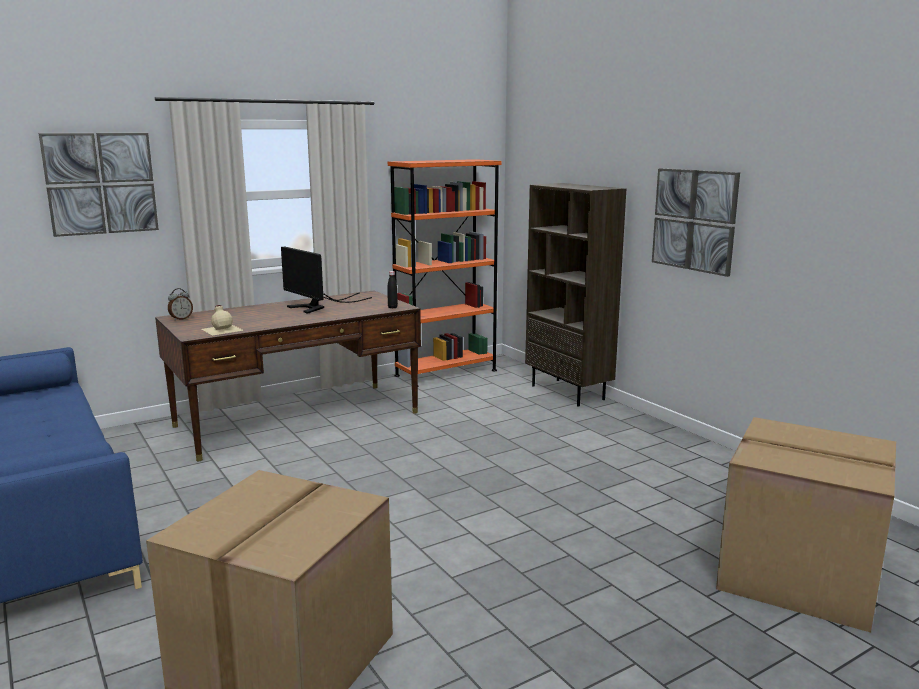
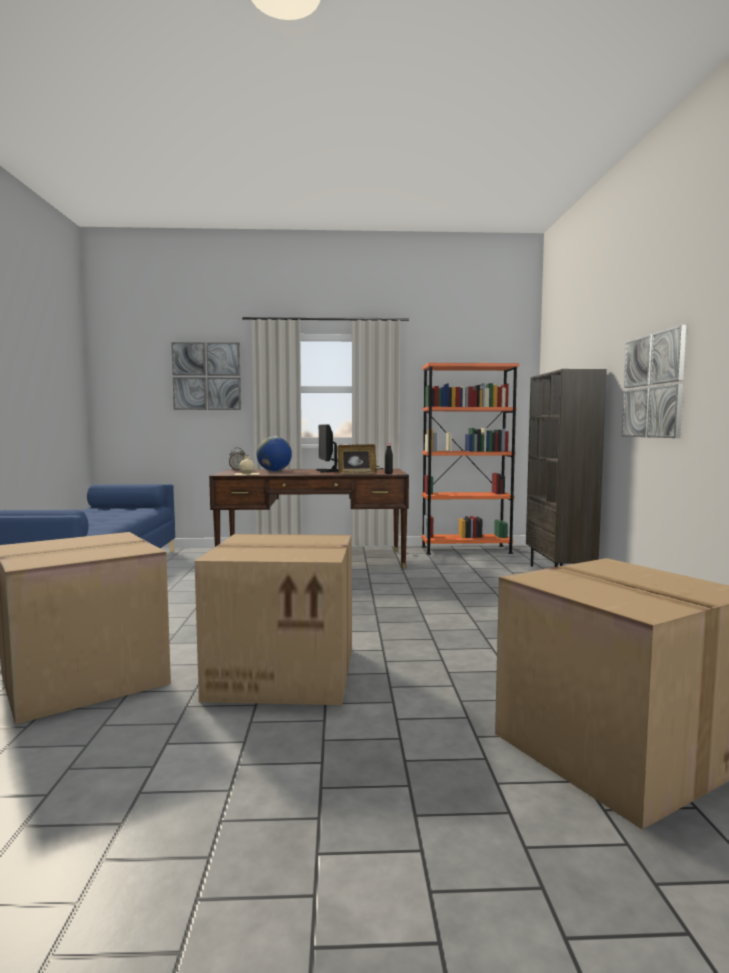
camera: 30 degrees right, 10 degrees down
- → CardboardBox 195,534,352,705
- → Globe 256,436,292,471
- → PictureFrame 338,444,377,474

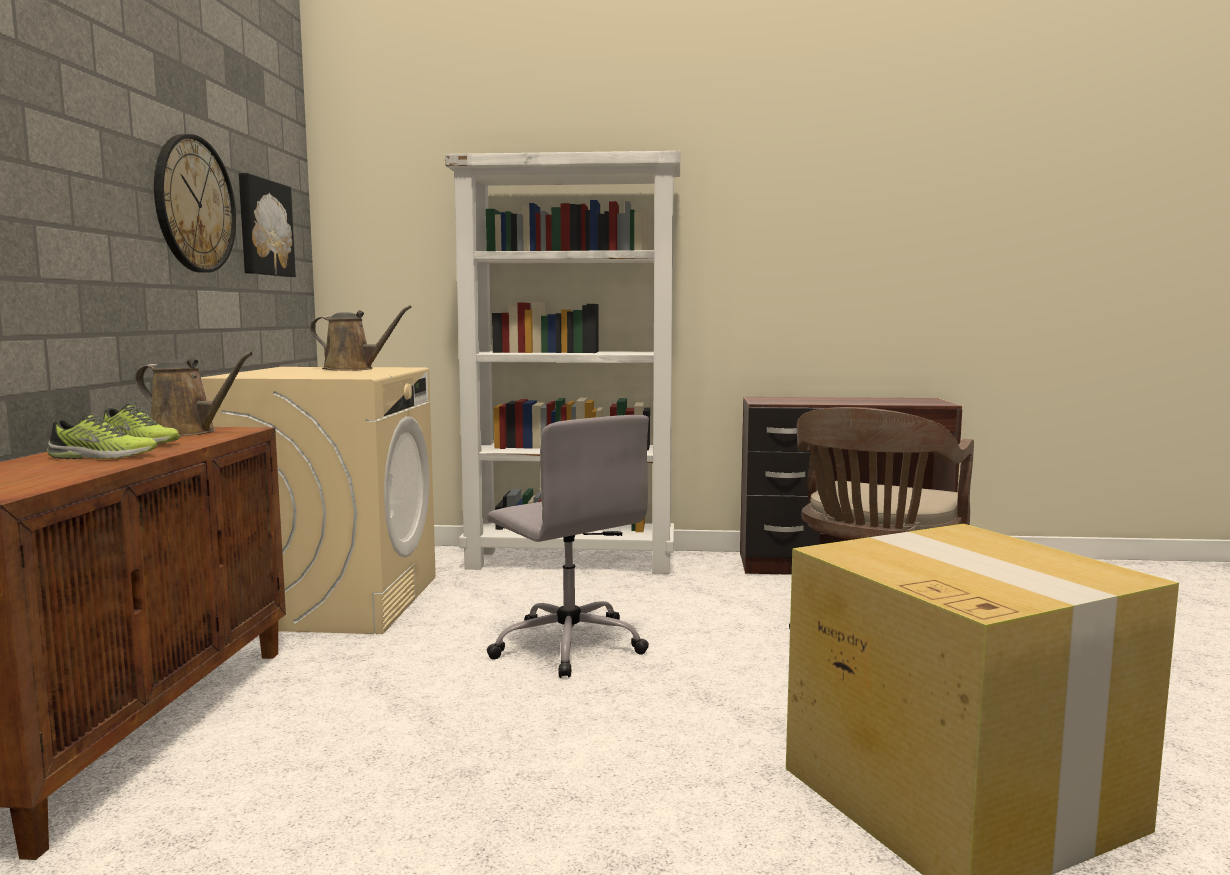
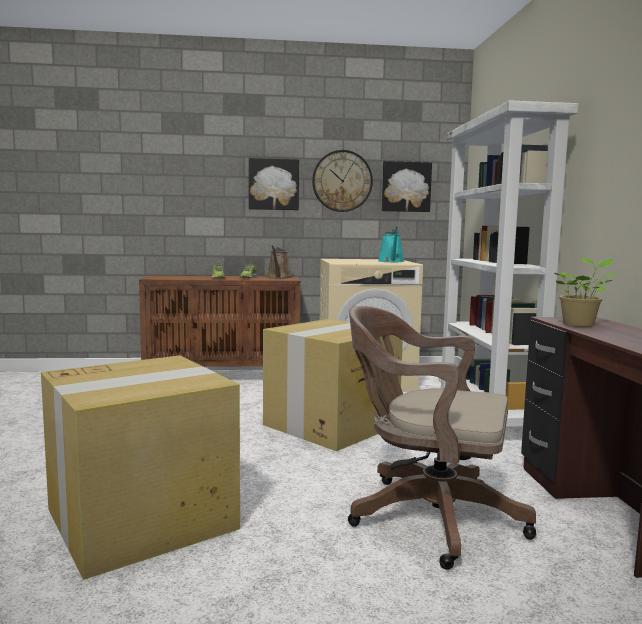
camera: 80 degrees right, 0 degrees up
- → Picture 249,158,299,210
- → PottedPlant 554,257,618,327
GreyOfficeChair 487,415,649,678 → CardboardBox 263,319,403,451
BrownWateringCan 310,305,412,371 → TurquoiseWateringCan 378,227,404,262

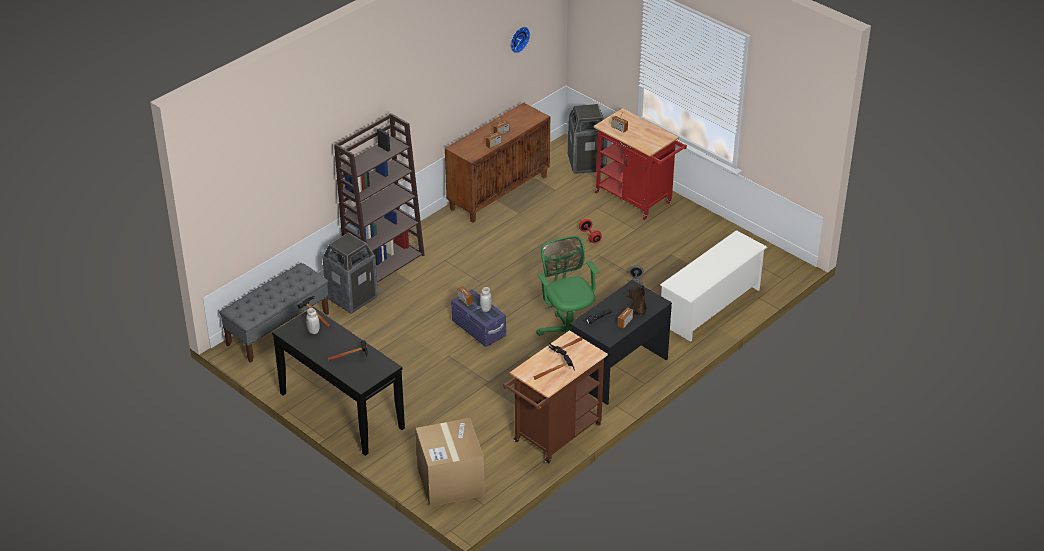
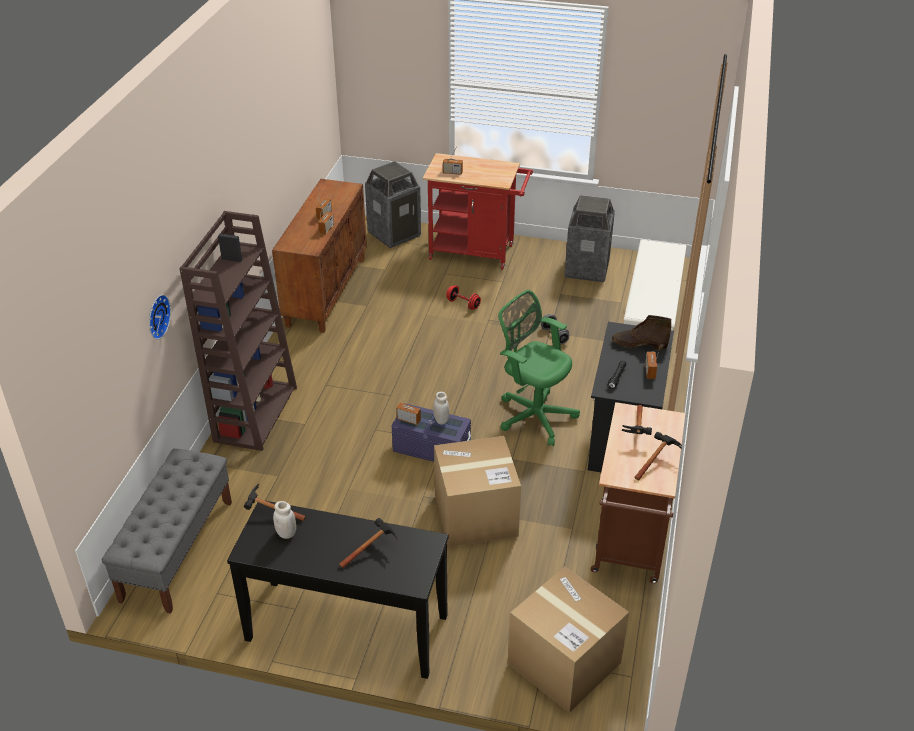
camera: 30 degrees left, 0 degrees up
- → CardboardBox 434,436,521,547
TrashCan 322,232,378,314 → TrashCan 564,195,615,282, relocated
WallClock 510,27,530,53 → WallClock 149,295,171,340, relocated
BrownBoot 629,285,646,316 → BrownBoot 612,315,672,350, 45 degrees counterclockwise

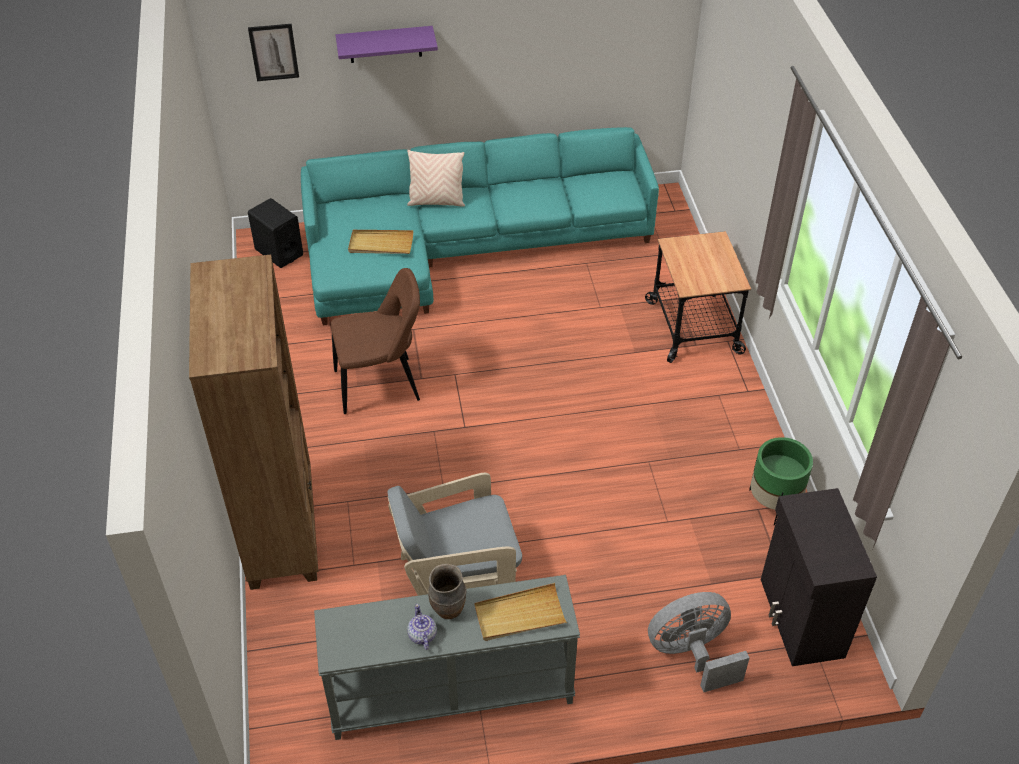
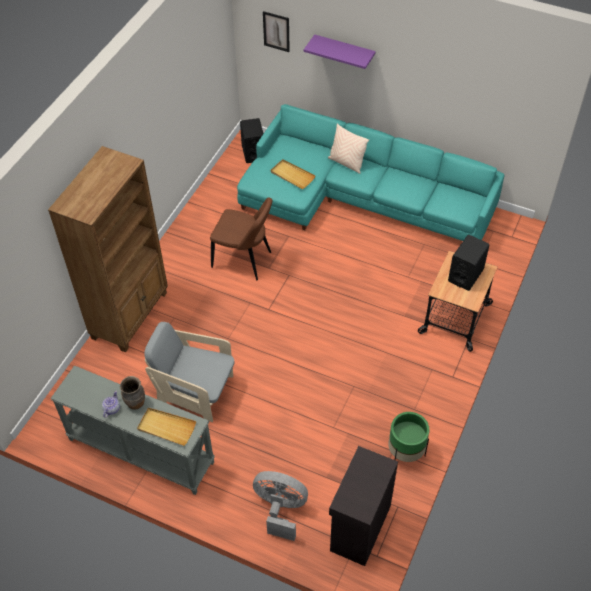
camera: 35 degrees right, 5 degrees up
- → BlackSpeaker 448,235,489,291

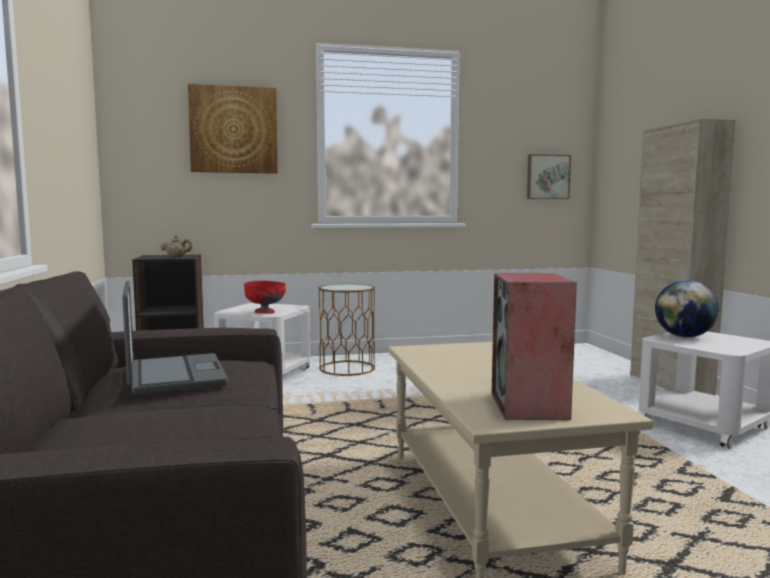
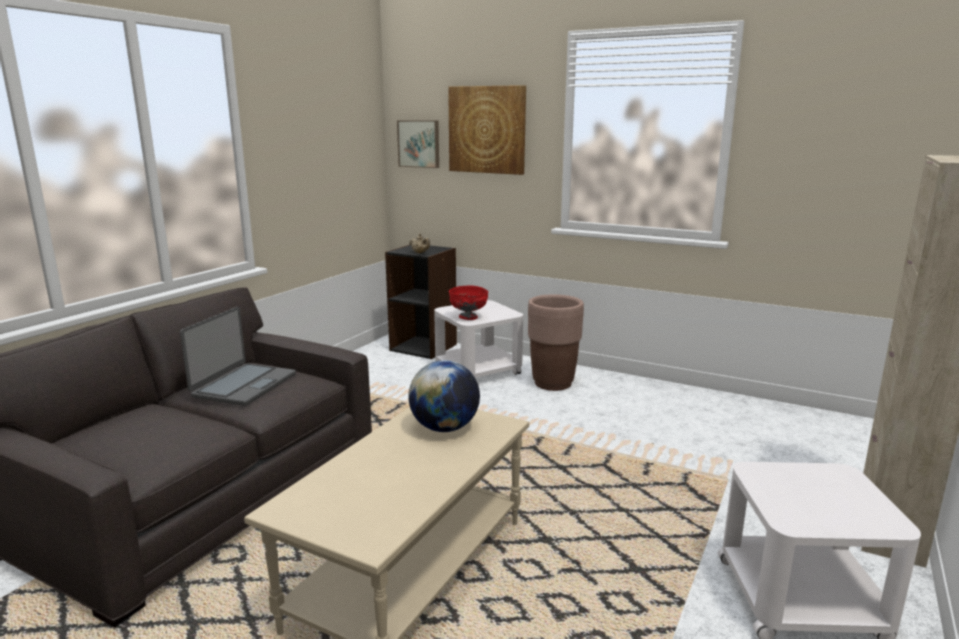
camera: 40 degrees right, 10 degrees up
Speaker 492,273,577,420 → -
Picture 527,154,571,199 → Picture 397,120,439,168, relocated
Globe 655,280,719,337 → Globe 408,360,480,432, relocated
BrownSideTable 318,284,375,376 → BrownPlanter 528,294,584,391

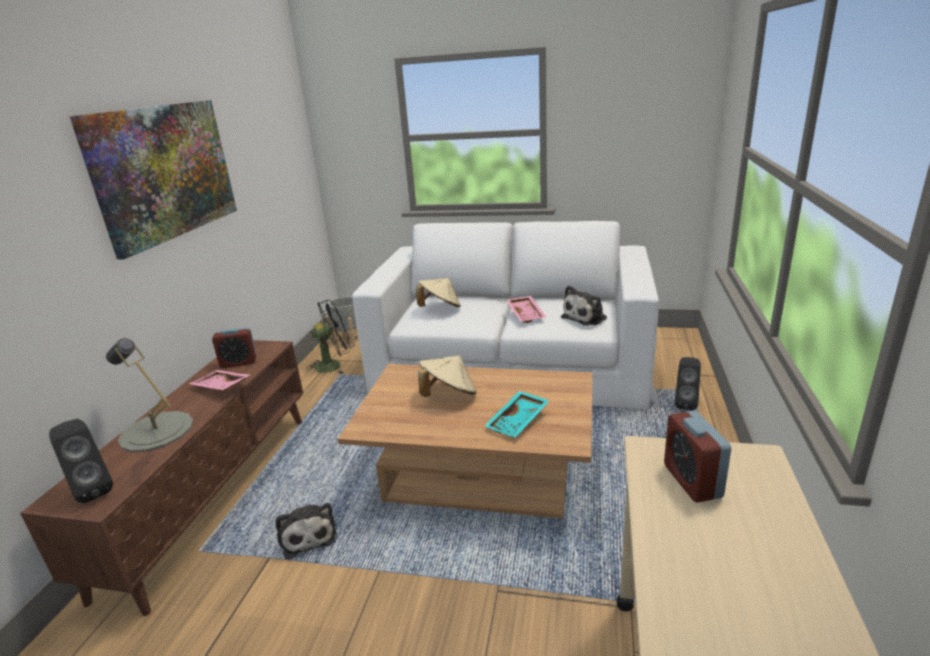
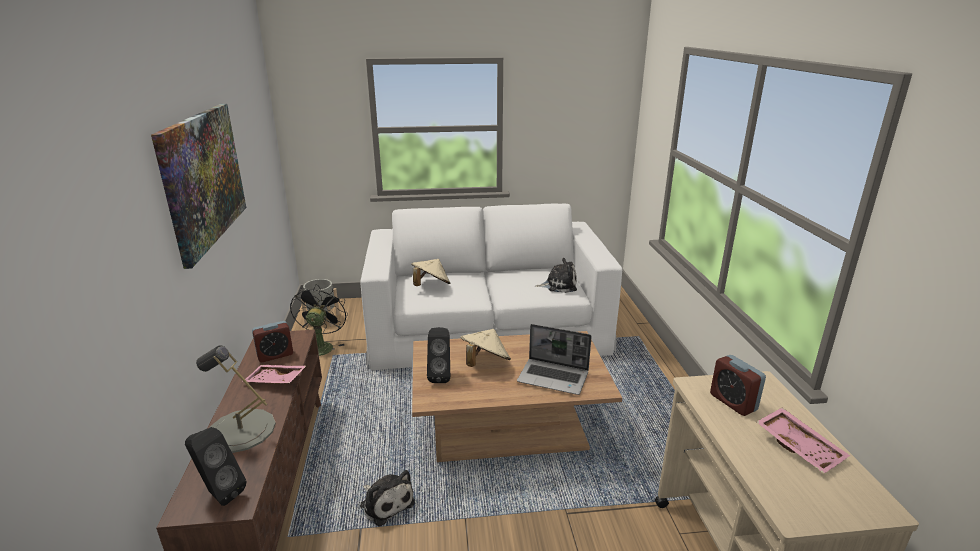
camera: 20 degrees left, 0 degrees up
PinkTray 507,296,546,323 → PinkTray 757,408,850,474, relocated
BlackSpeaker 675,357,701,410 → BlackSpeaker 427,327,450,383, relocated
TurquoiseTray 485,391,550,437 → Laptop 517,324,592,395
BlackFan 306,300,351,374 → BlackFan 290,284,348,356, 45 degrees counterclockwise
PlushToy 561,285,607,326 → PlushToy 535,258,577,293, 120 degrees counterclockwise

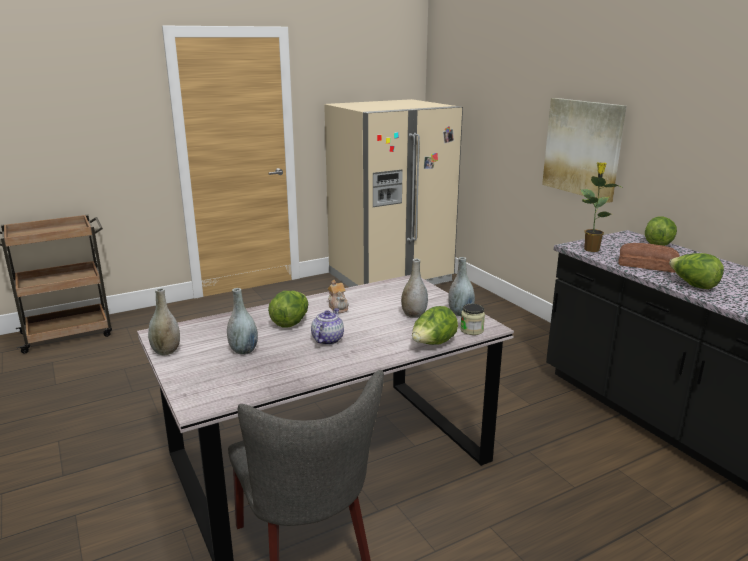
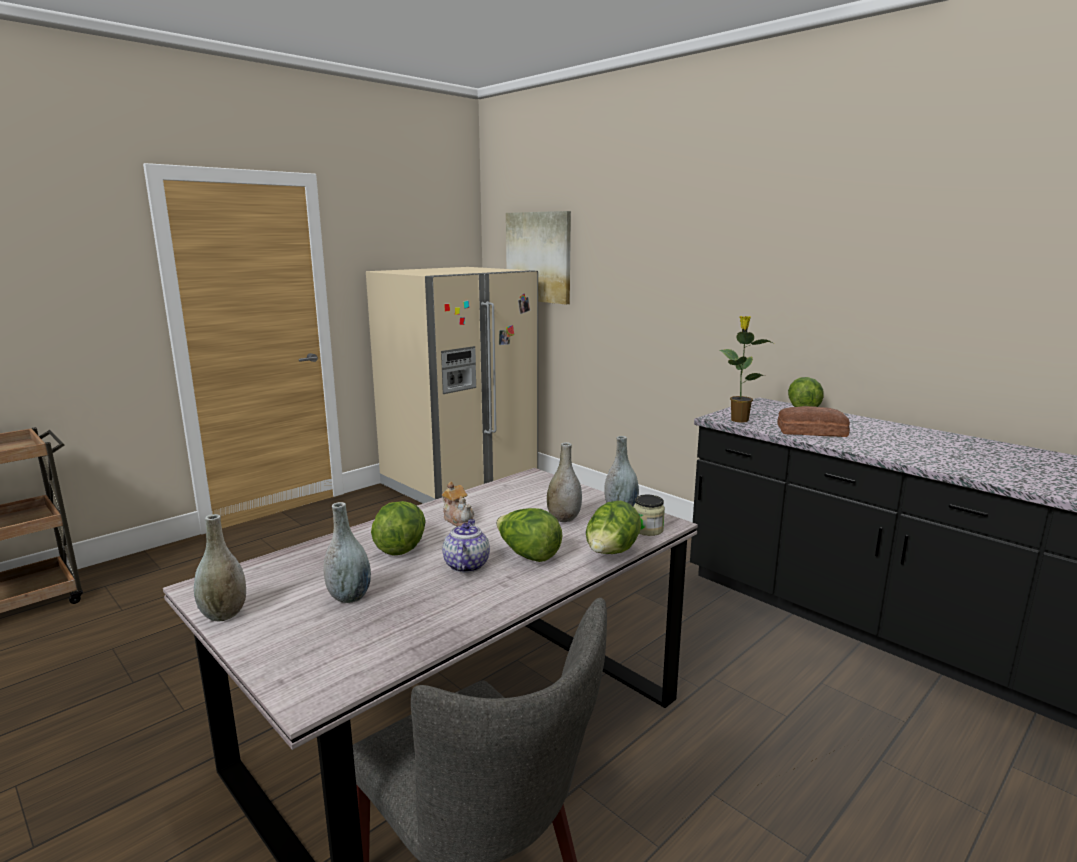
camera: 15 degrees left, 5 degrees down
Picture 542,98,626,203 → Picture 506,211,571,304, relocated
Lettuce 669,253,724,289 → Lettuce 496,508,563,562, relocated

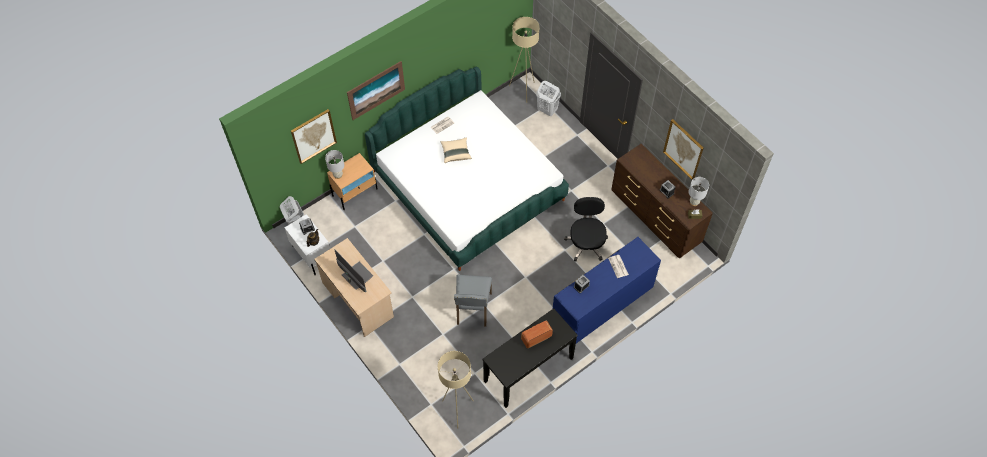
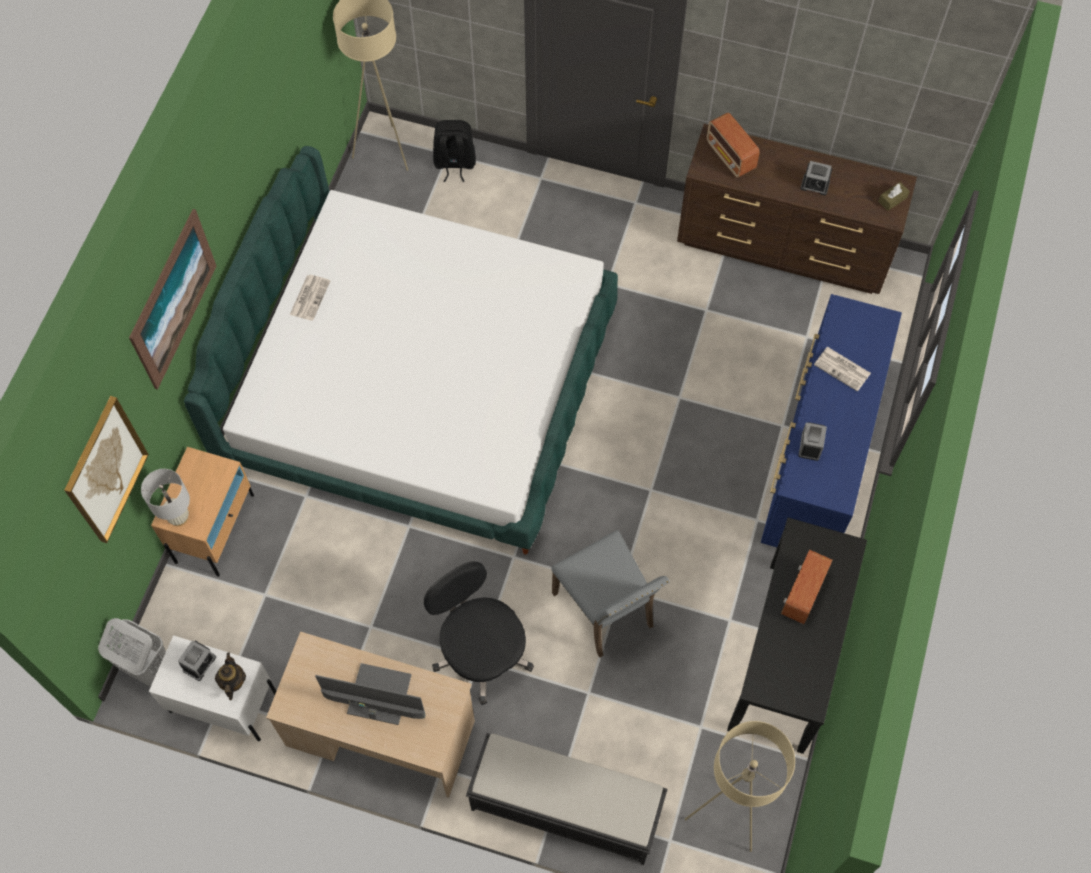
camera: 35 degrees left, 5 degrees up
BeigePillow 441,137,472,163 → -
Picture 663,119,703,180 → -
WhiteTableLamp 689,177,709,206 → -
- → BlackBench 466,733,667,865
- → Radio 707,112,760,178
BlackOfficeChair 564,197,608,261 → BlackOfficeChair 424,561,534,705, relocated
WhiteLaundryBasket 536,81,561,116 → BlackBackpack 433,120,476,182

